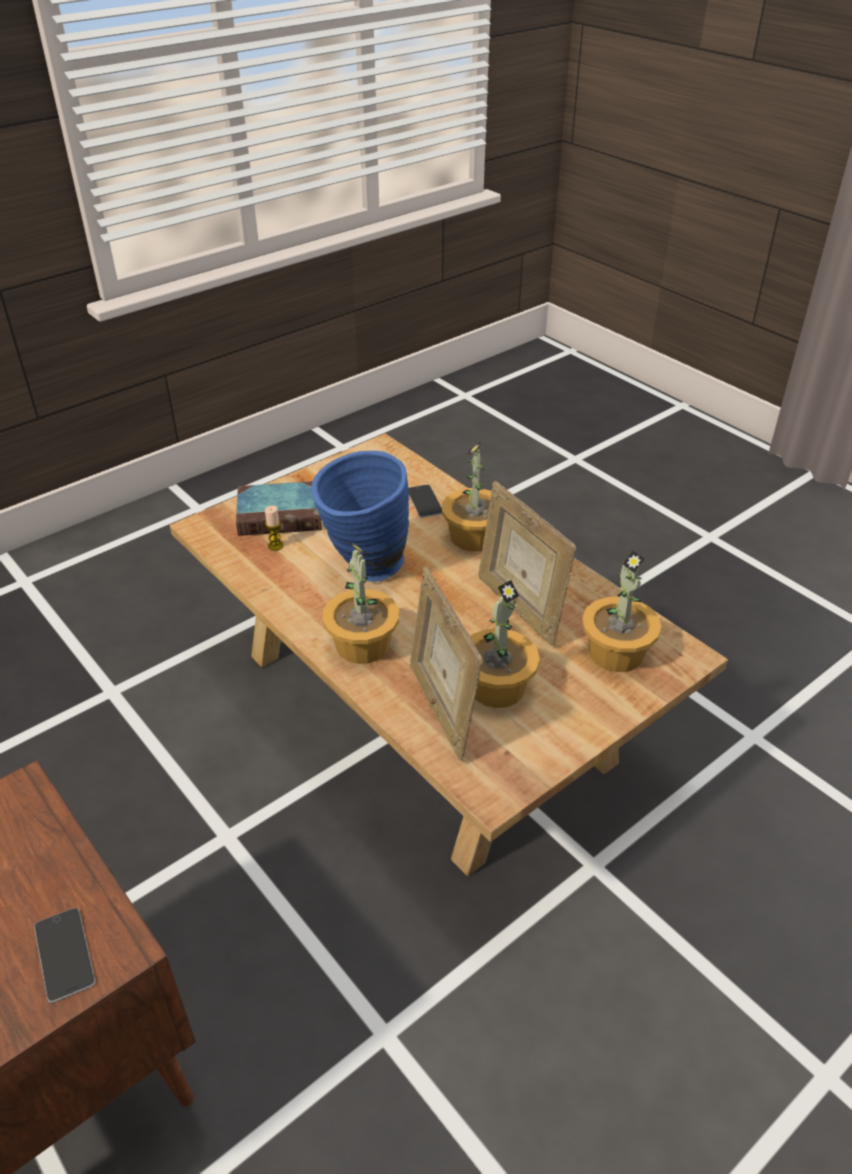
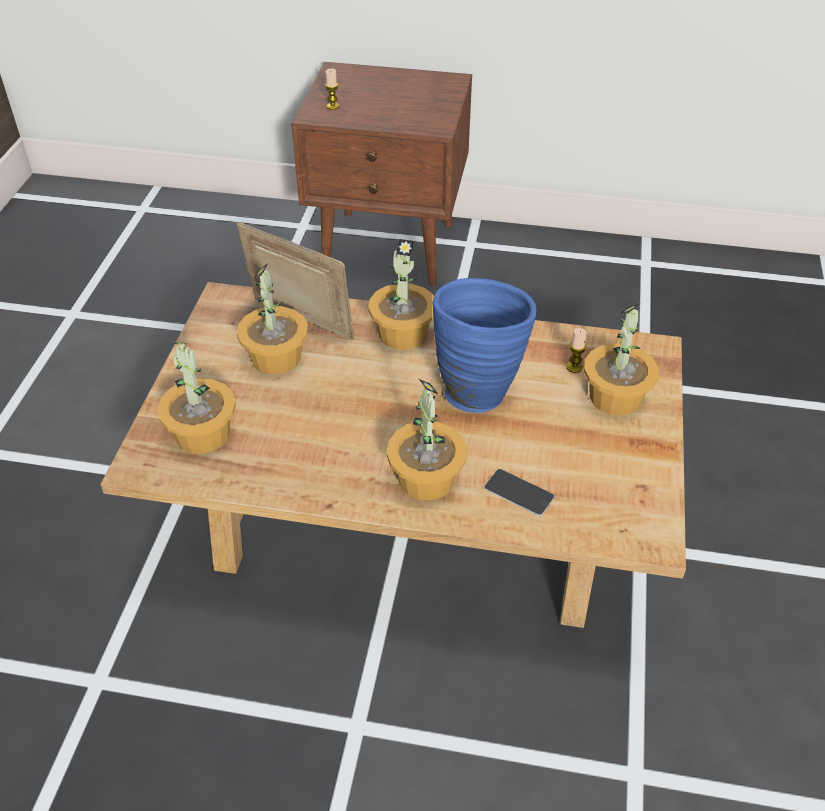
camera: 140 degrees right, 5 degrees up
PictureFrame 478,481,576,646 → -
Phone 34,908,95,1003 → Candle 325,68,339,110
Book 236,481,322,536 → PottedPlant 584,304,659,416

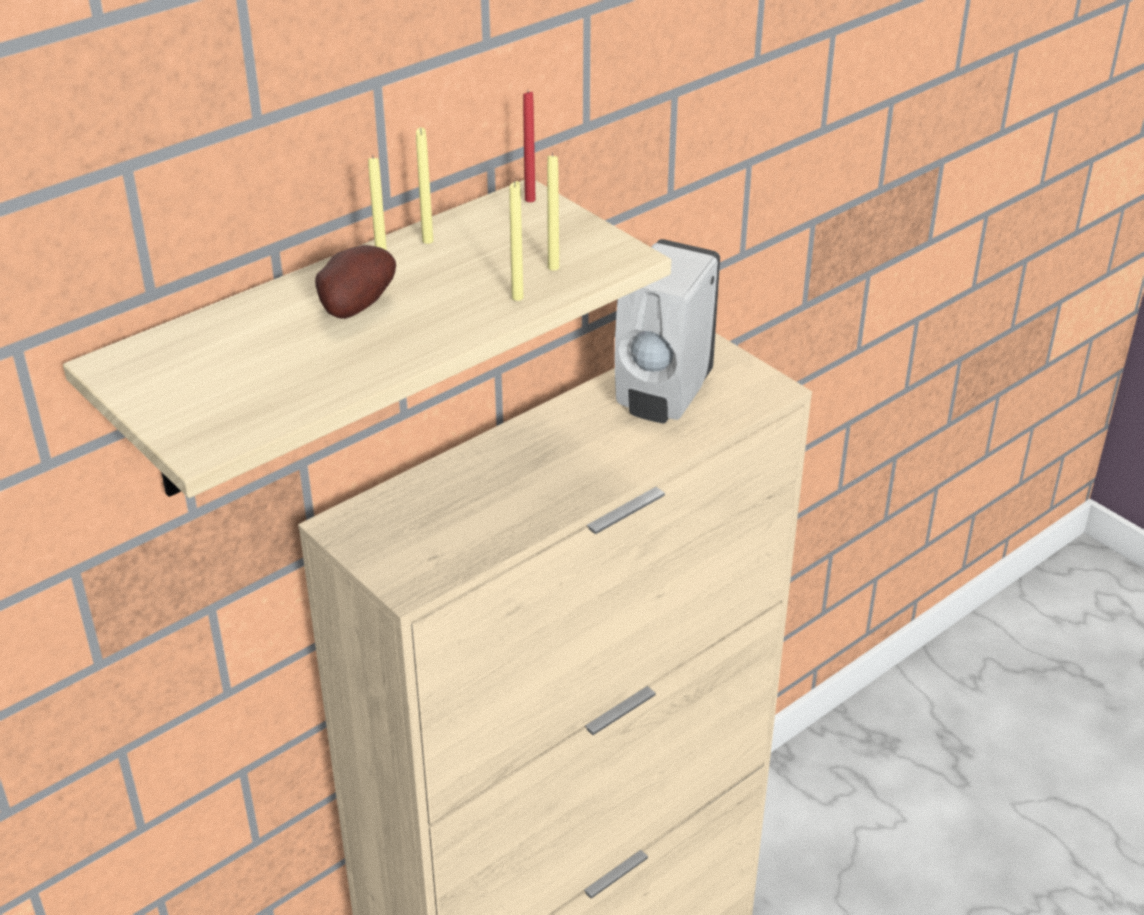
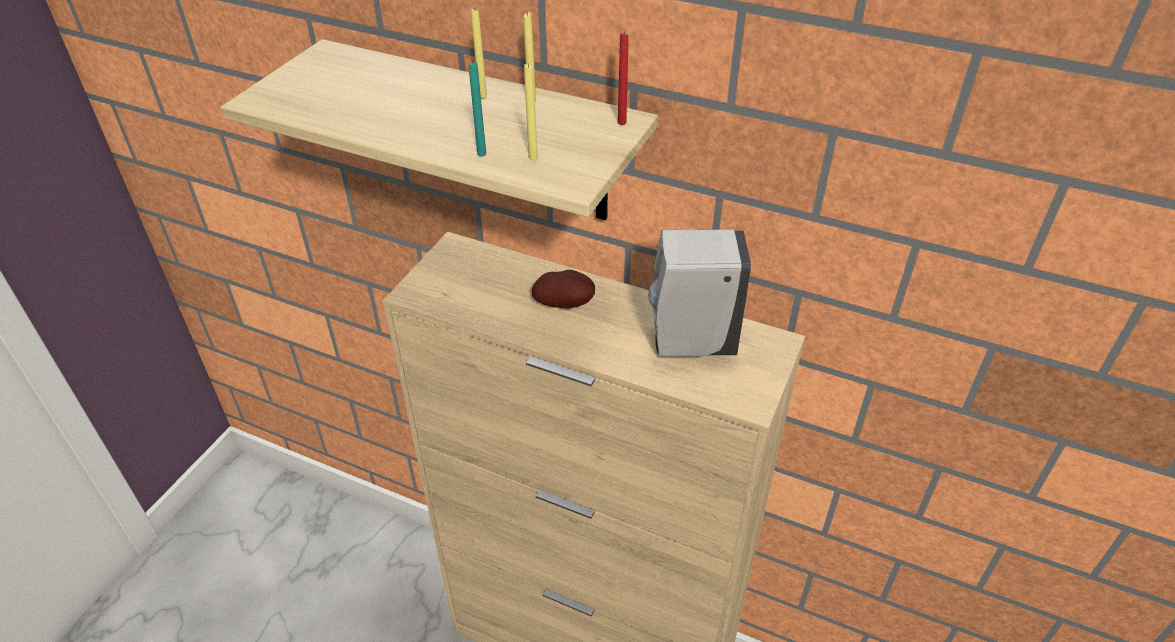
camera: 65 degrees right, 5 degrees up
Potato 315,245,396,319 → Potato 532,270,595,308, relocated
YellowCandle 509,181,523,301 → TurquoiseCandle 469,60,486,157

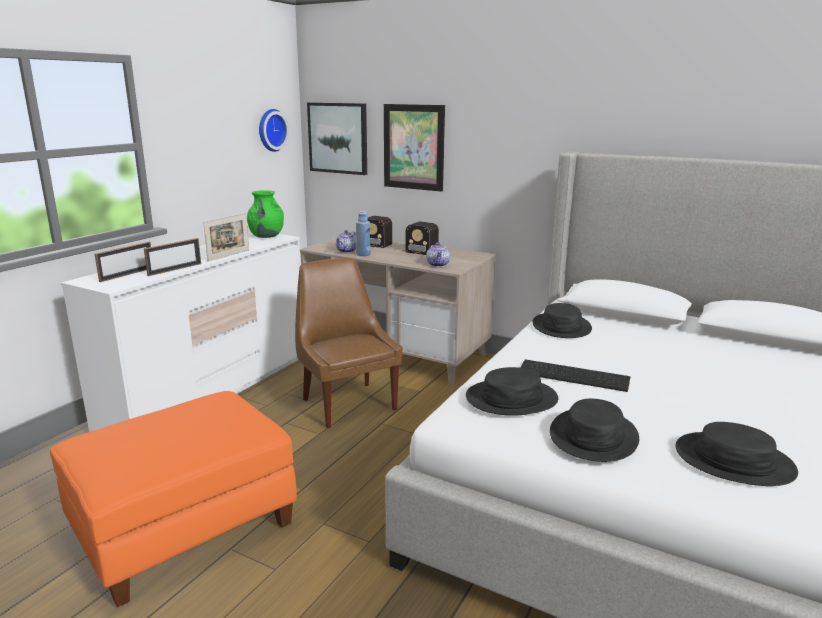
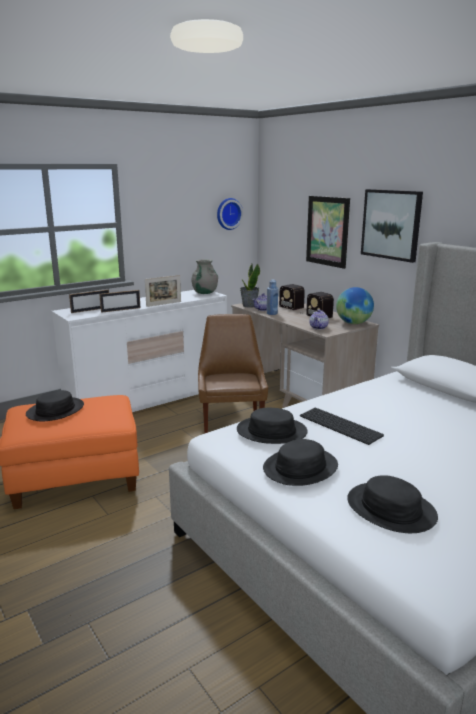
camera: 25 degrees right, 0 degrees up
- → PottedPlant 240,264,260,308
- → Globe 336,287,374,324
Picture 307,102,367,175 → Picture 361,189,423,263, relocated
BlackHat 532,303,592,338 → BlackHat 26,390,84,421, relocated
GreenVase 247,190,284,238 → GreyVase 191,259,218,294

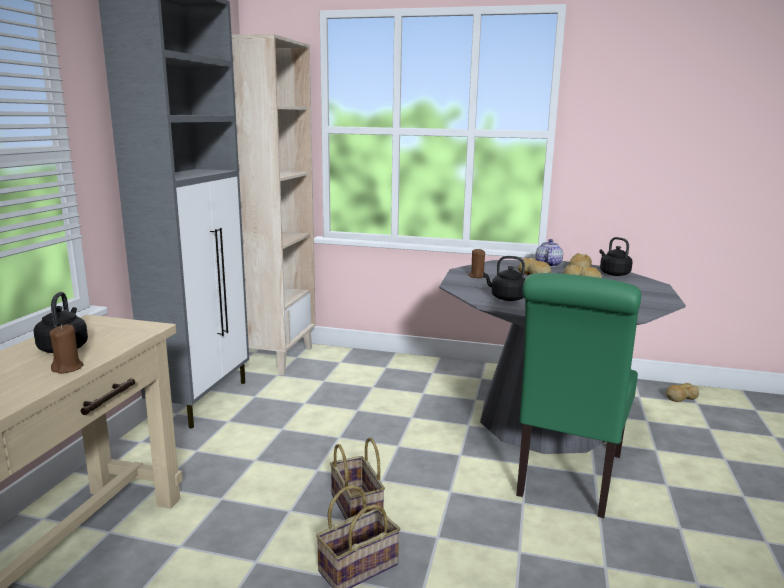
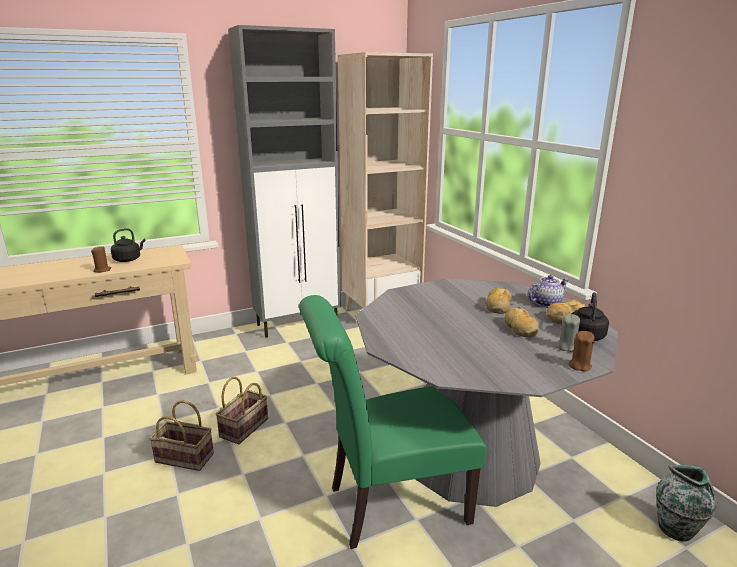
camera: 50 degrees right, 5 degrees up
BlackKettle 483,256,525,301 → -
- → GreyCandle 556,314,580,352
BrownCandle 468,248,485,278 → BrownCandle 568,331,594,371, relocated
Bread 666,383,699,402 → Vase 656,465,716,542

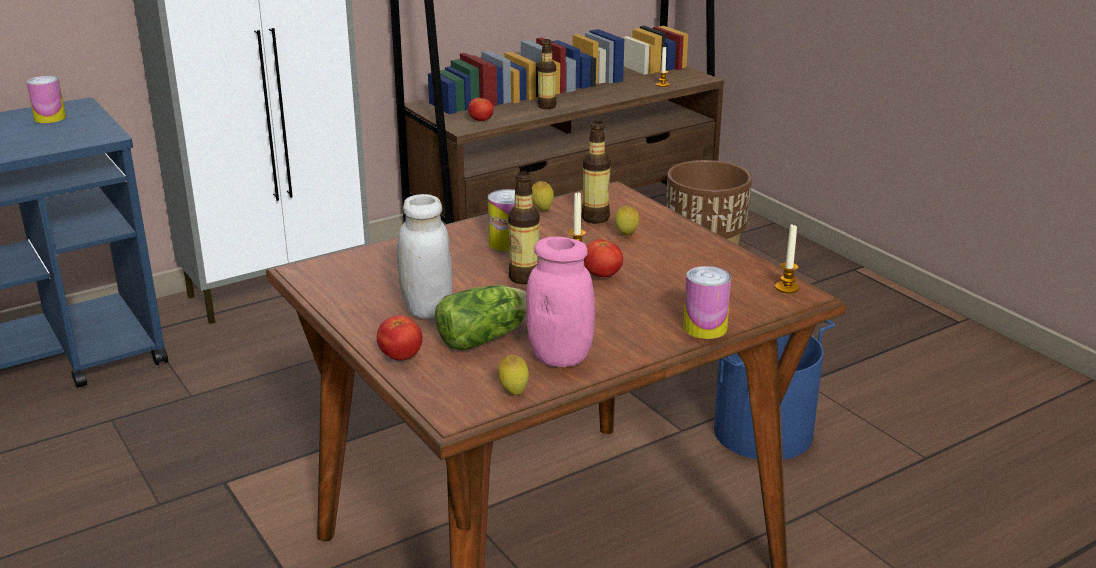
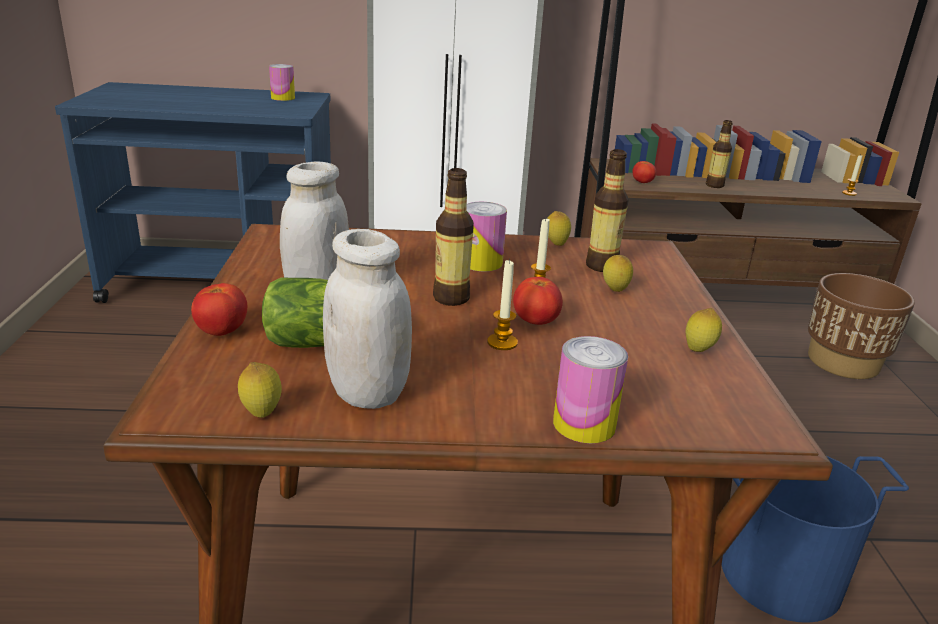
camera: 30 degrees right, 0 degrees up
- → Lemon 685,308,722,352
Candle 775,224,799,294 → Candle 487,259,518,350, relocated
PinkJar 526,237,595,367 → WhiteJar 323,229,412,409

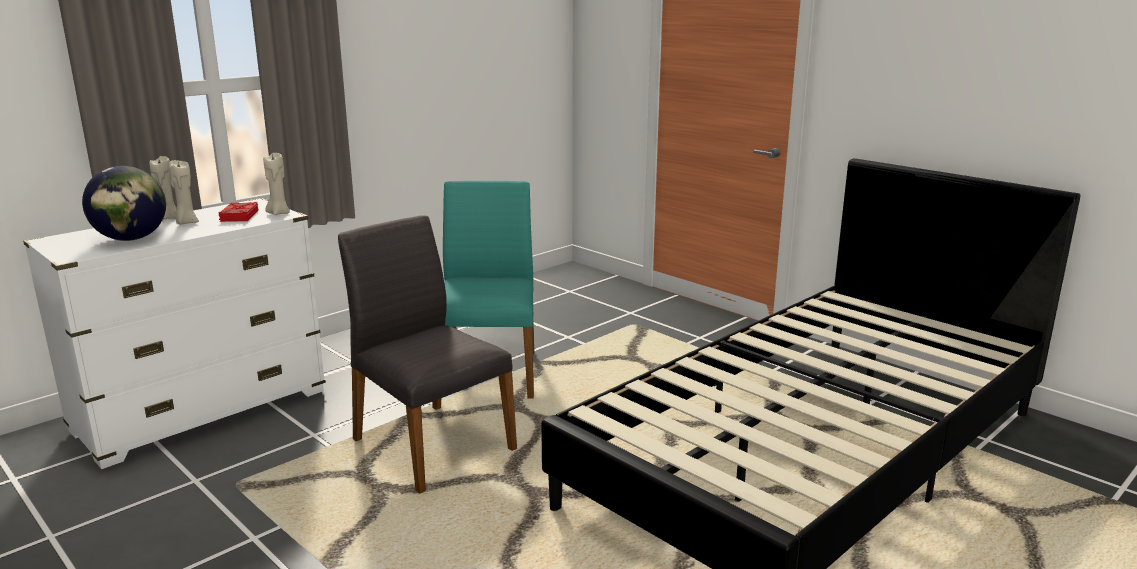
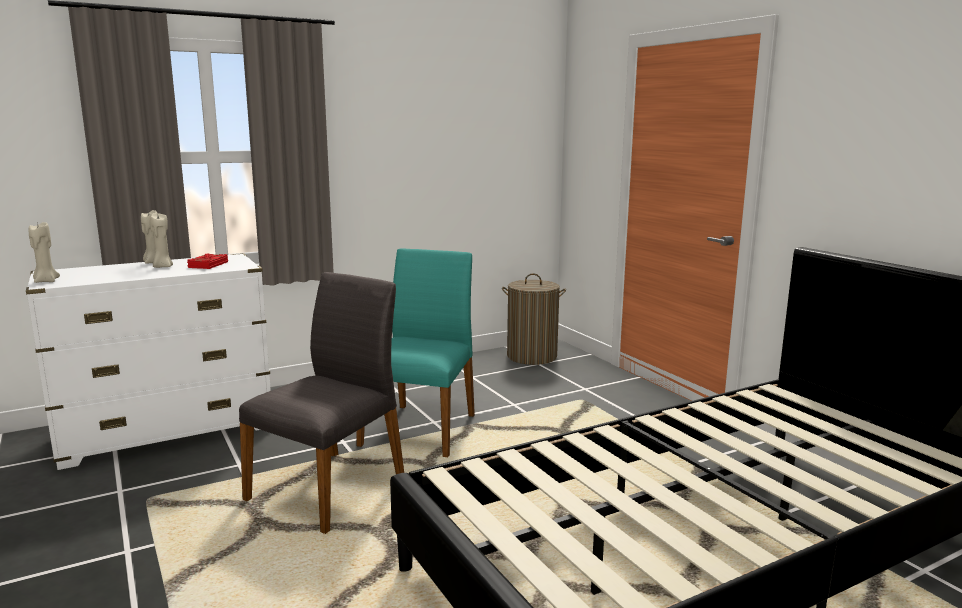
camera: 15 degrees right, 5 degrees down
Globe 82,166,166,241 → -
- → LaundryBasket 502,273,566,365
BeigeCandle 263,153,290,215 → BeigeCandle 29,222,60,283, relocated
GreyChair 338,215,517,494 → GreyChair 239,272,404,534, 60 degrees clockwise

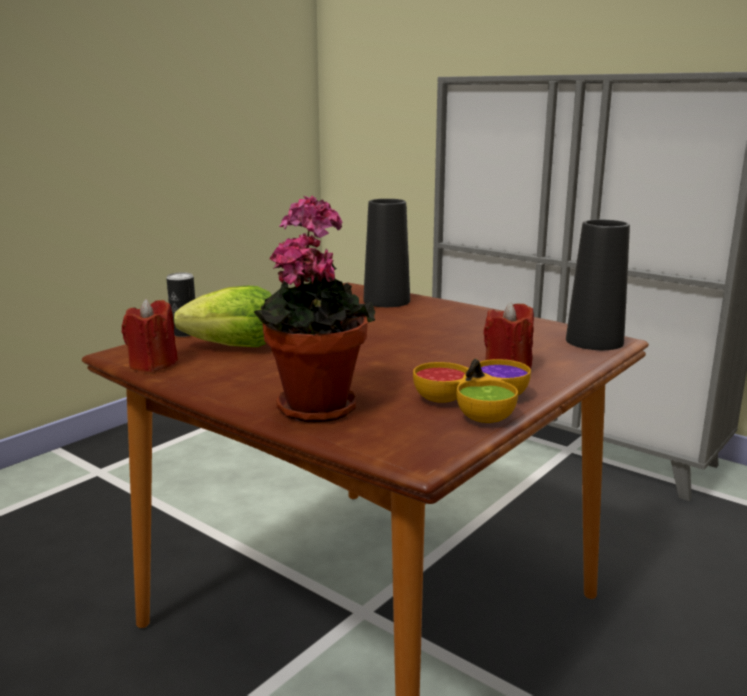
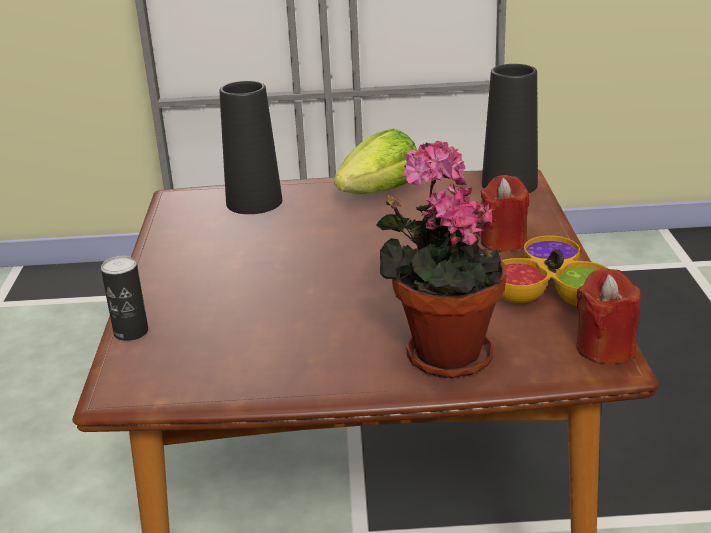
camera: 40 degrees left, 10 degrees up
RedCandle 122,299,178,372 → RedCandle 576,268,640,364, relocated
Lettuce 174,286,272,347 → Lettuce 334,129,417,194, relocated

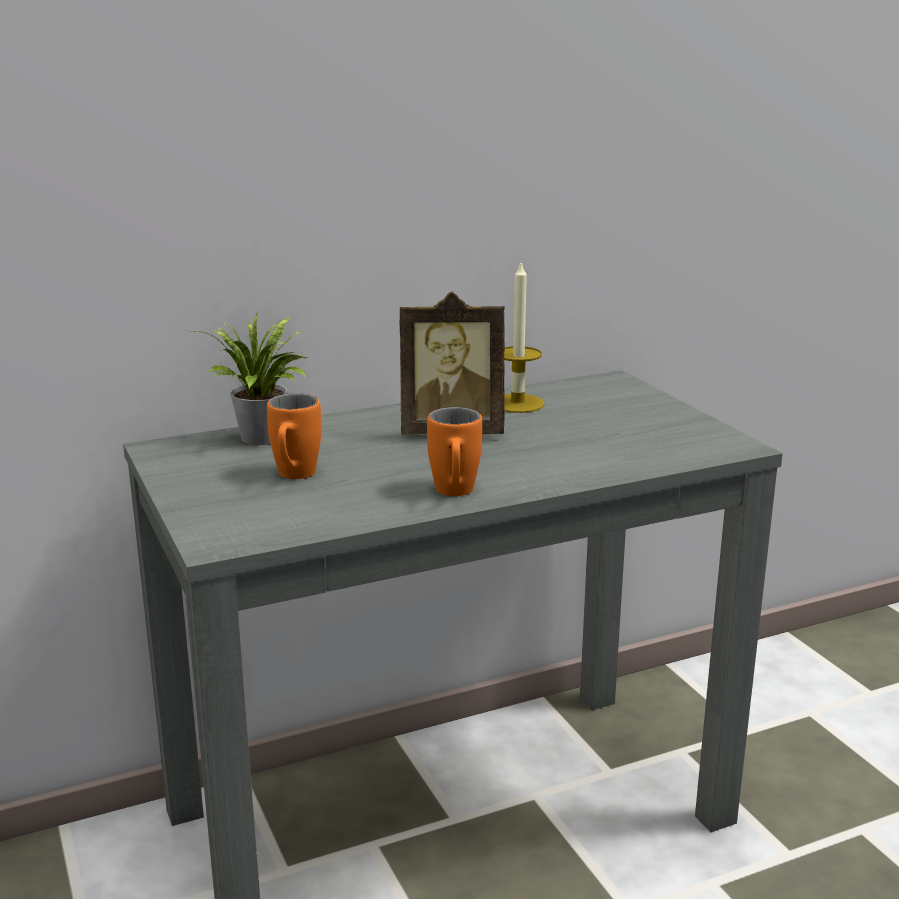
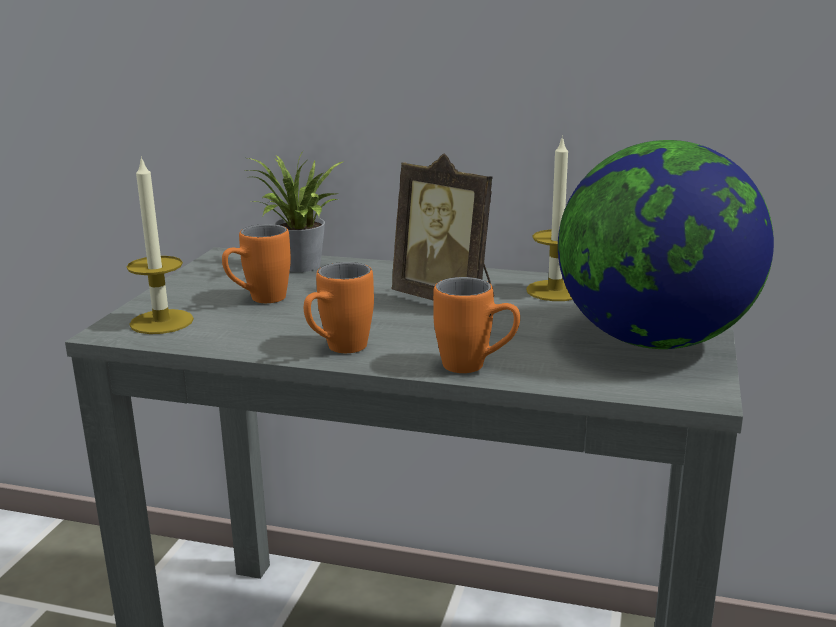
camera: 40 degrees right, 0 degrees up
- → Candle 127,156,194,334
- → OrangeMug 433,277,520,373
- → Globe 558,140,774,349

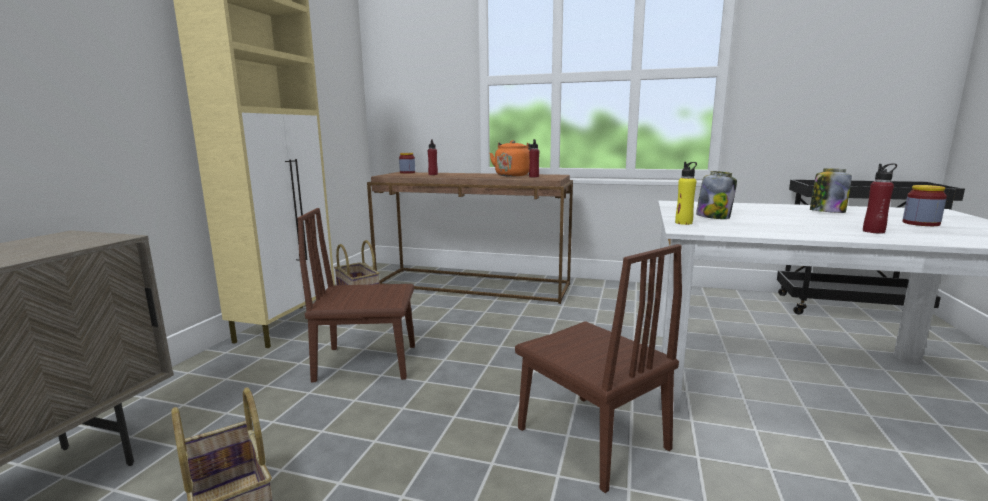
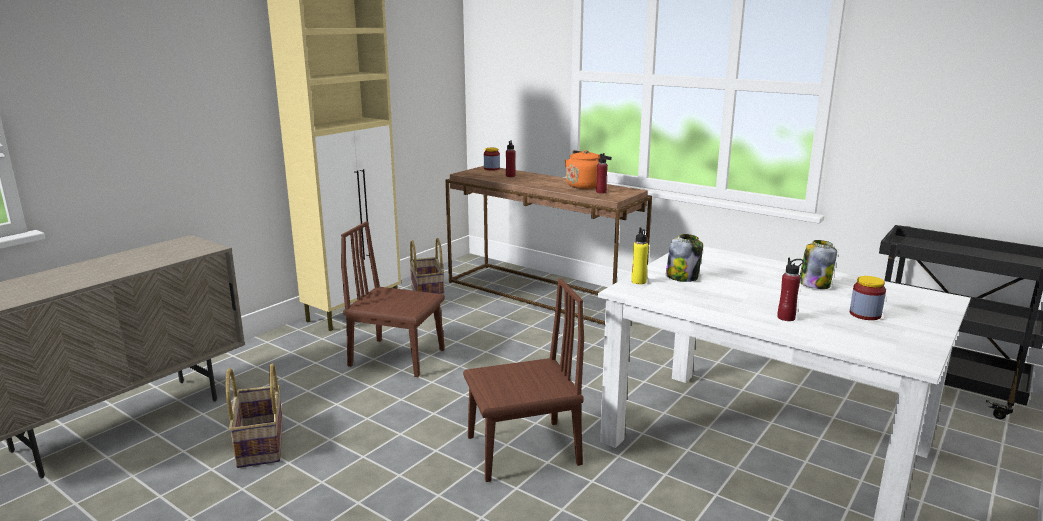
camera: 20 degrees right, 5 degrees up
BrownChair 515,244,682,493 → BrownChair 463,279,584,482, 90 degrees counterclockwise

